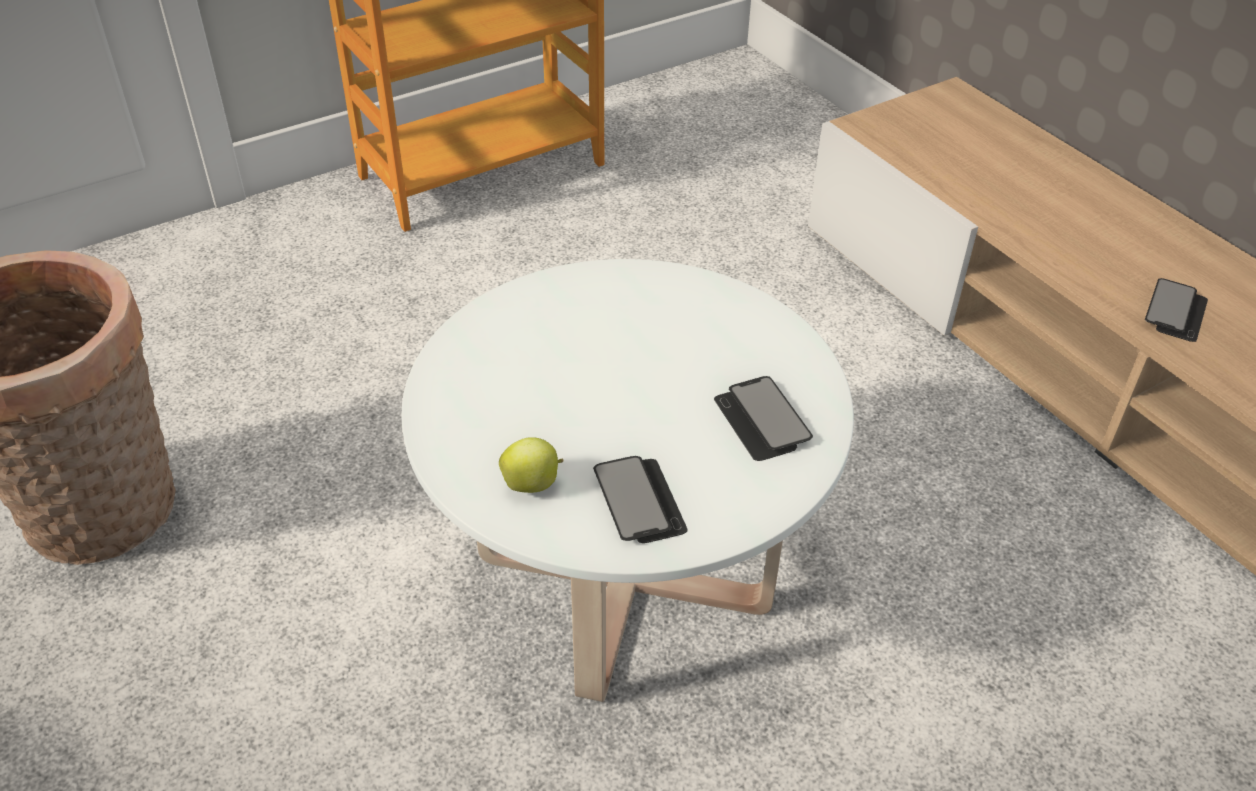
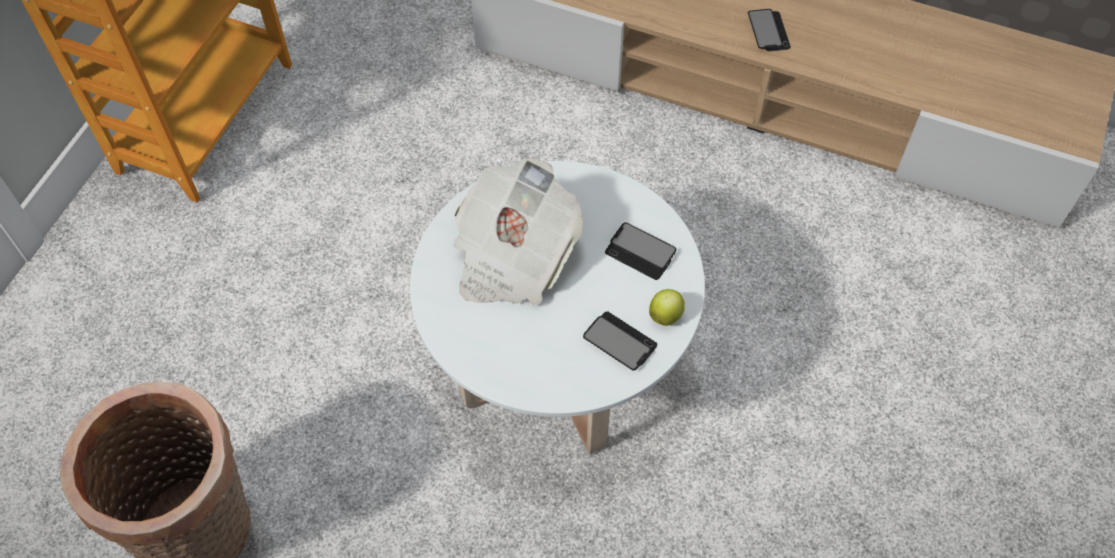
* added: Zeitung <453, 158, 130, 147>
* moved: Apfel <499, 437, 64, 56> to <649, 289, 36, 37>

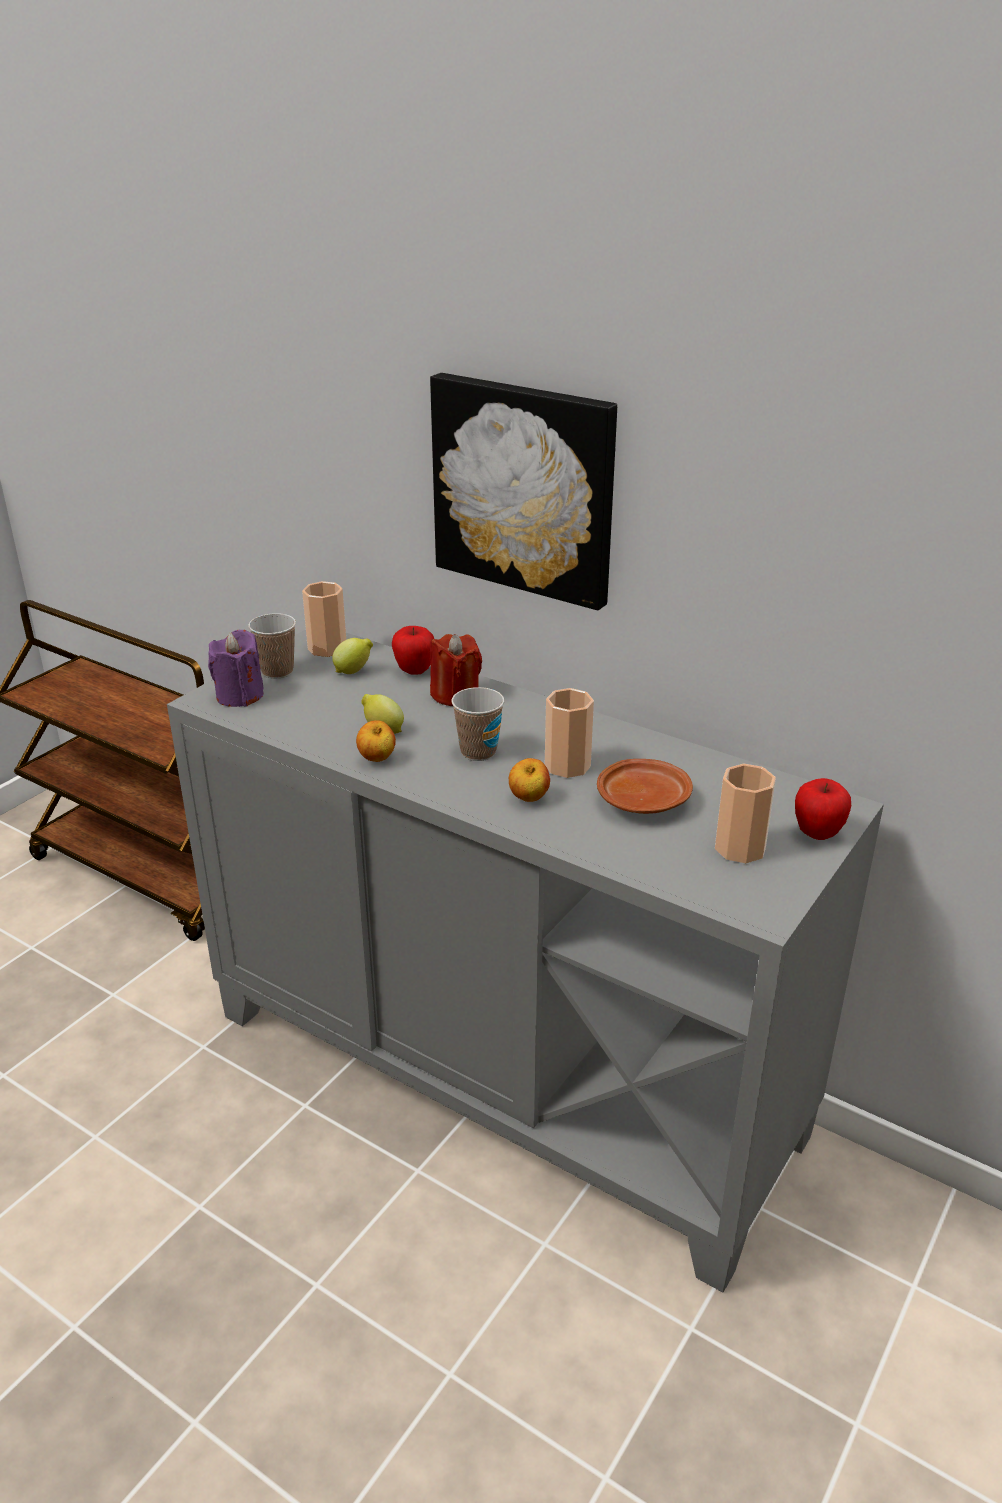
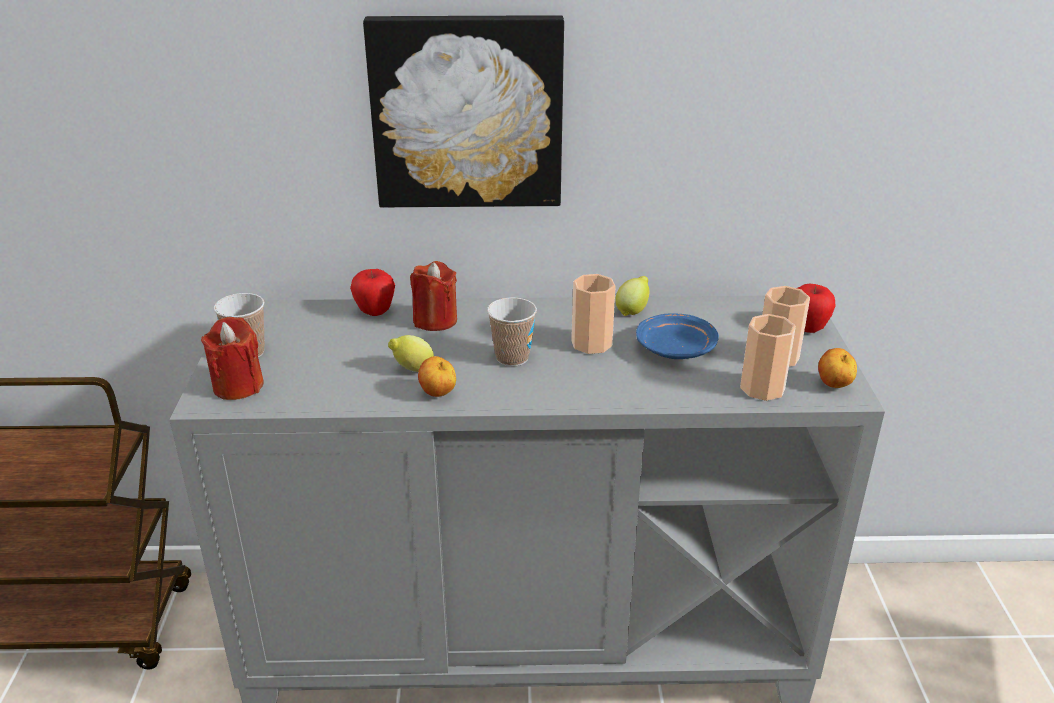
* recoloured: Kerze/lila <208, 630, 56, 77> to Kerze/rot <201, 317, 63, 83>
* moved: Zitrone <332, 638, 41, 36> to <615, 276, 35, 40>
* recoloured: Teller/braun <597, 759, 96, 55> to Teller/blau <636, 313, 83, 46>
* moved: Tasse <302, 581, 44, 76> to <740, 314, 56, 87>
* moved: Apfel <509, 758, 41, 44> to <818, 348, 39, 40>

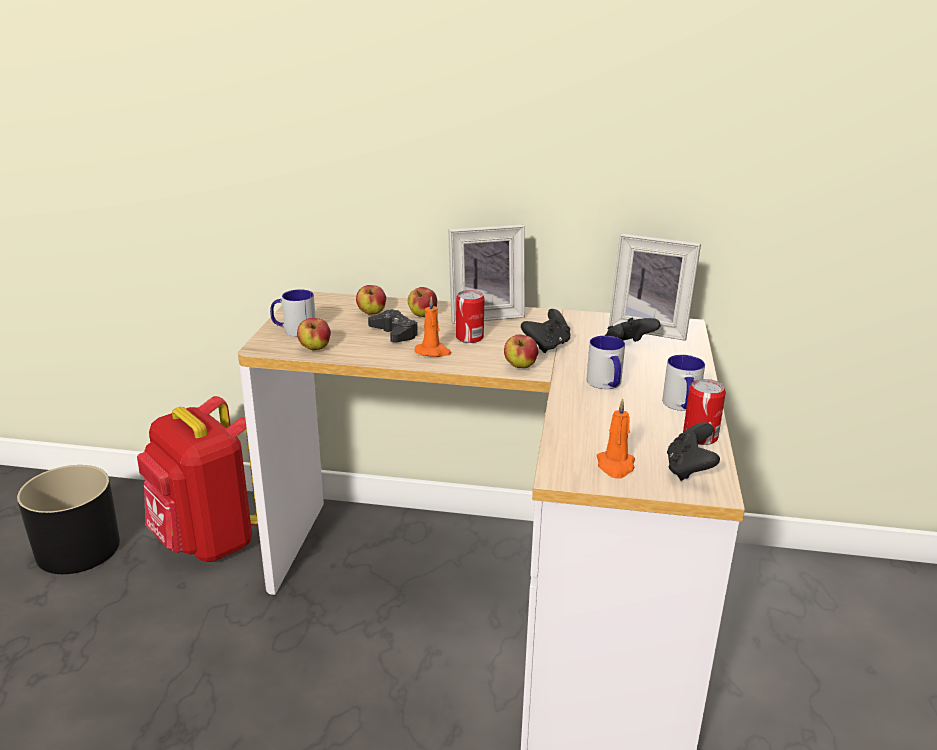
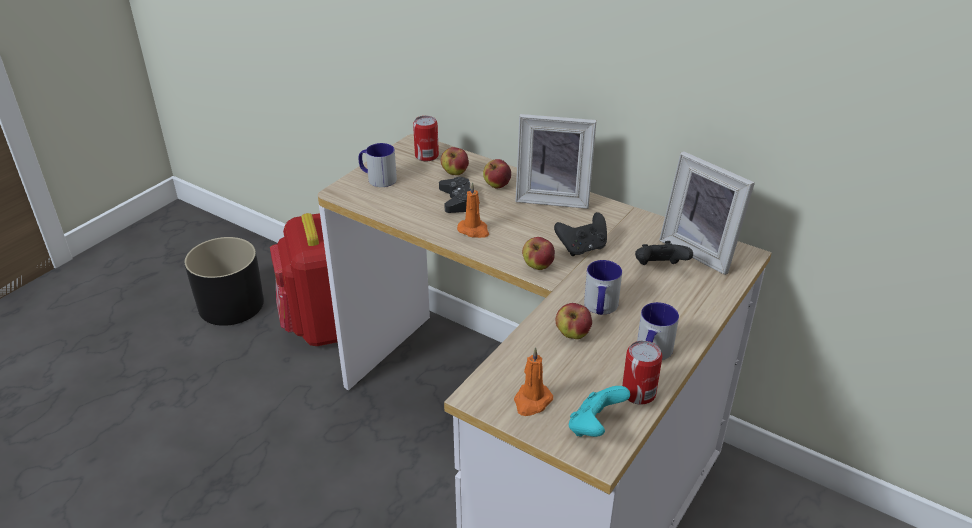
* moved: Dose <456, 290, 29, 53> to <413, 116, 26, 46>
* moved: Apfel <297, 318, 34, 32> to <556, 303, 36, 36>
* recoloured: Gamepad/schwarz <667, 422, 53, 59> to Gamepad/türkis <569, 386, 61, 51>

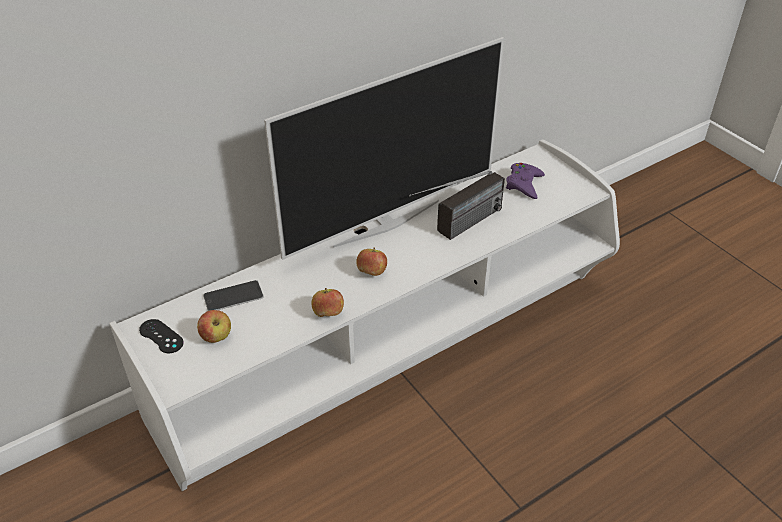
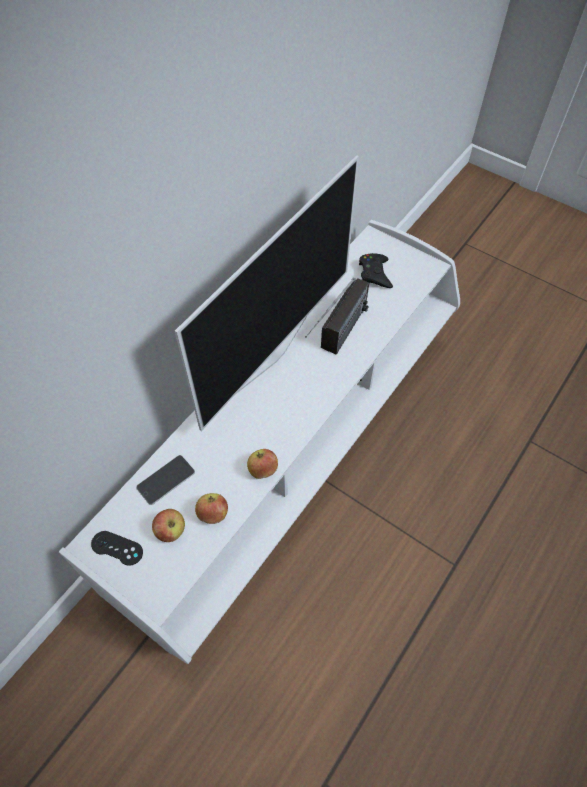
* moved: Apfel <356, 248, 31, 28> to <195, 493, 33, 31>
* recoloured: Gamepad/lila <506, 163, 39, 36> to Gamepad/schwarz <359, 253, 34, 35>

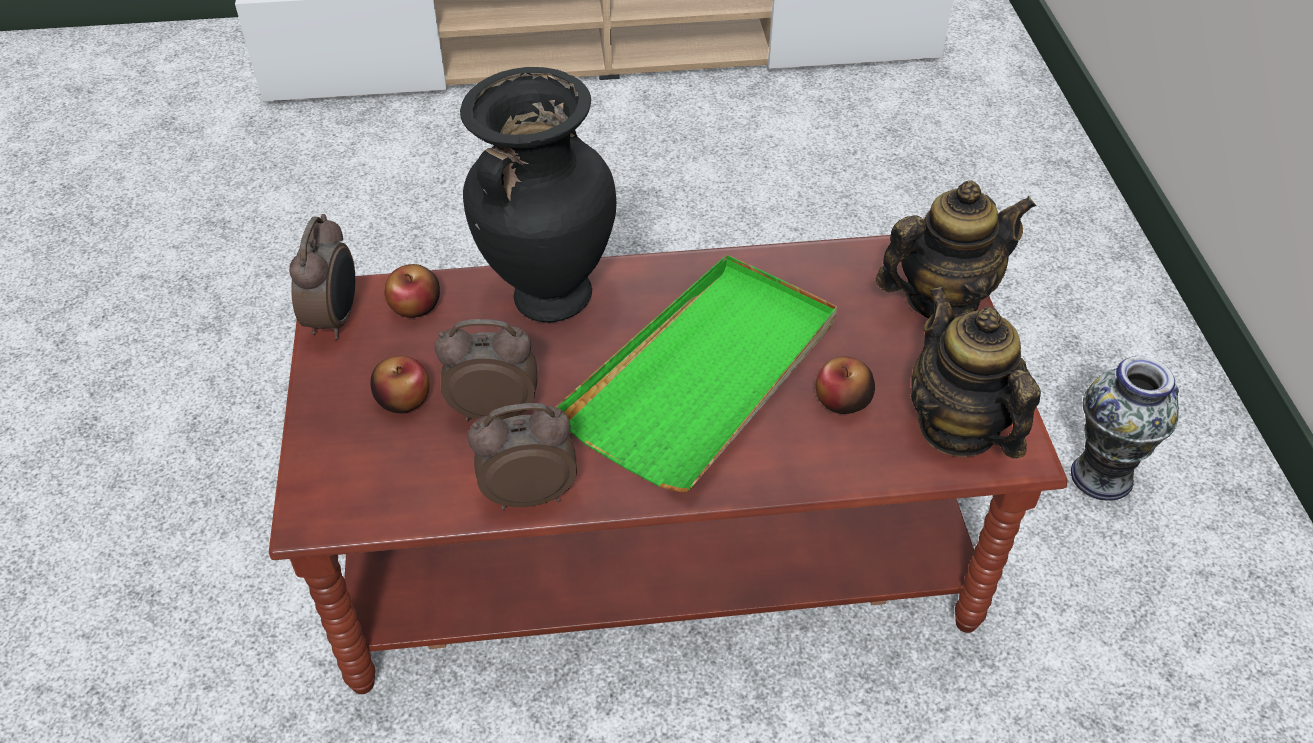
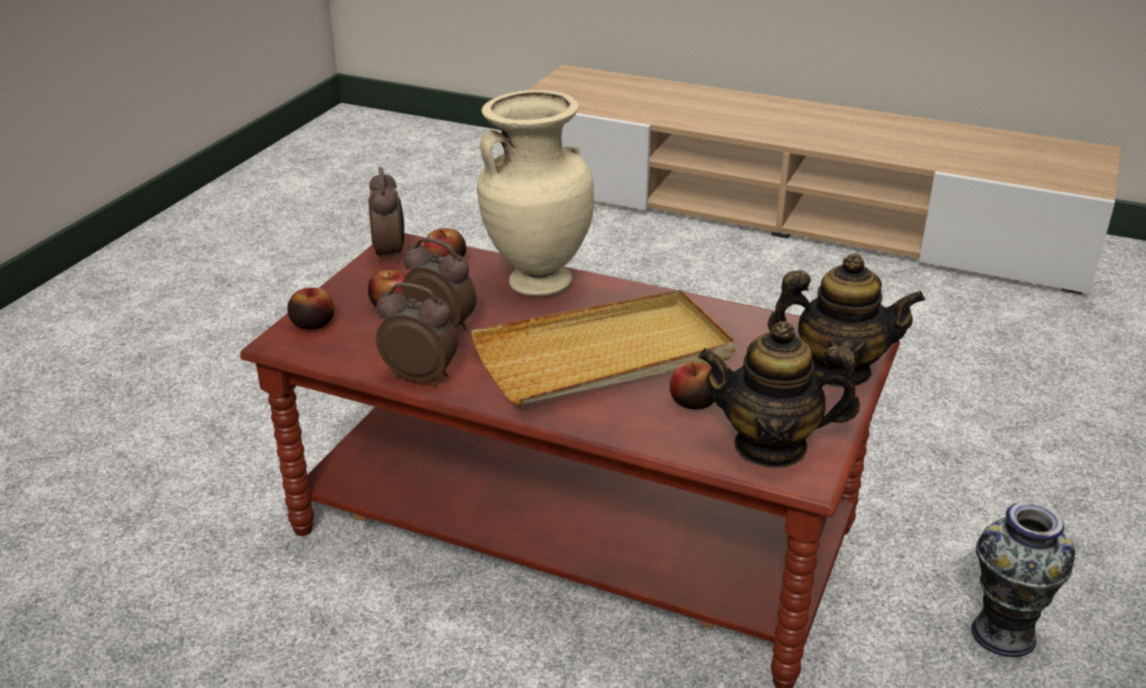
* added: Apfel <287, 288, 47, 41>
* turned: Wecker <289, 214, 66, 126> = <368, 167, 36, 96> 45 degrees counterclockwise
* recoloured: Tablett/grün <556, 255, 281, 237> to Tablett/beige <471, 290, 265, 115>
* recoloured: Vase/schwarz <460, 67, 156, 256> to Vase/beige <477, 90, 117, 206>
* turned: Teekanne <911, 286, 130, 173> = <698, 321, 162, 147> 90 degrees counterclockwise

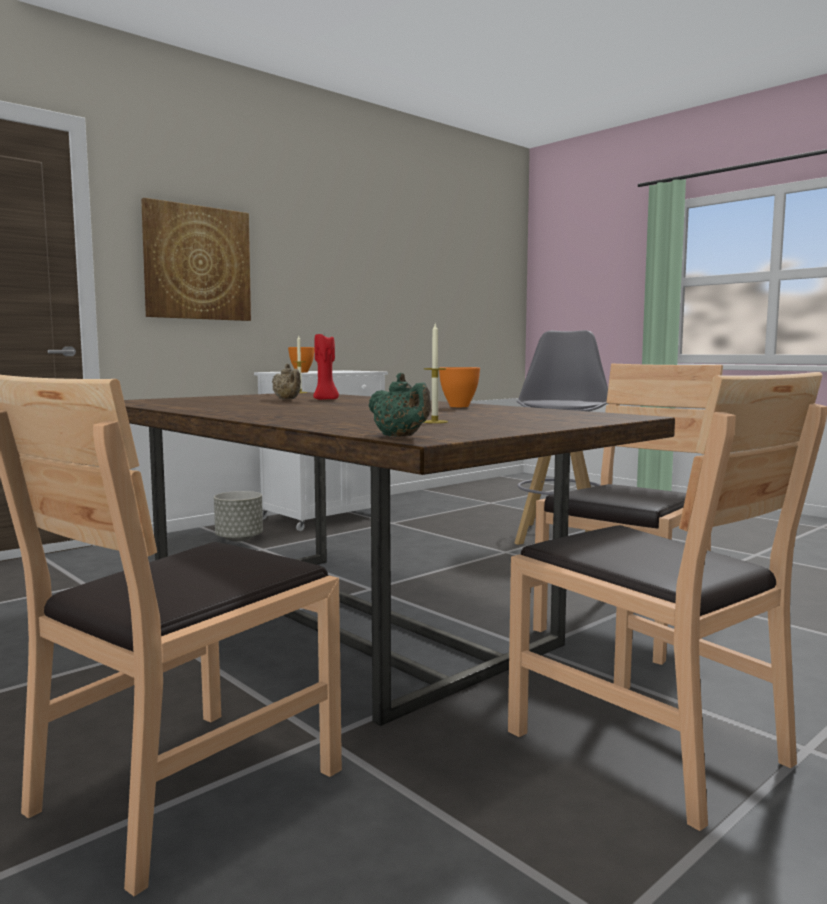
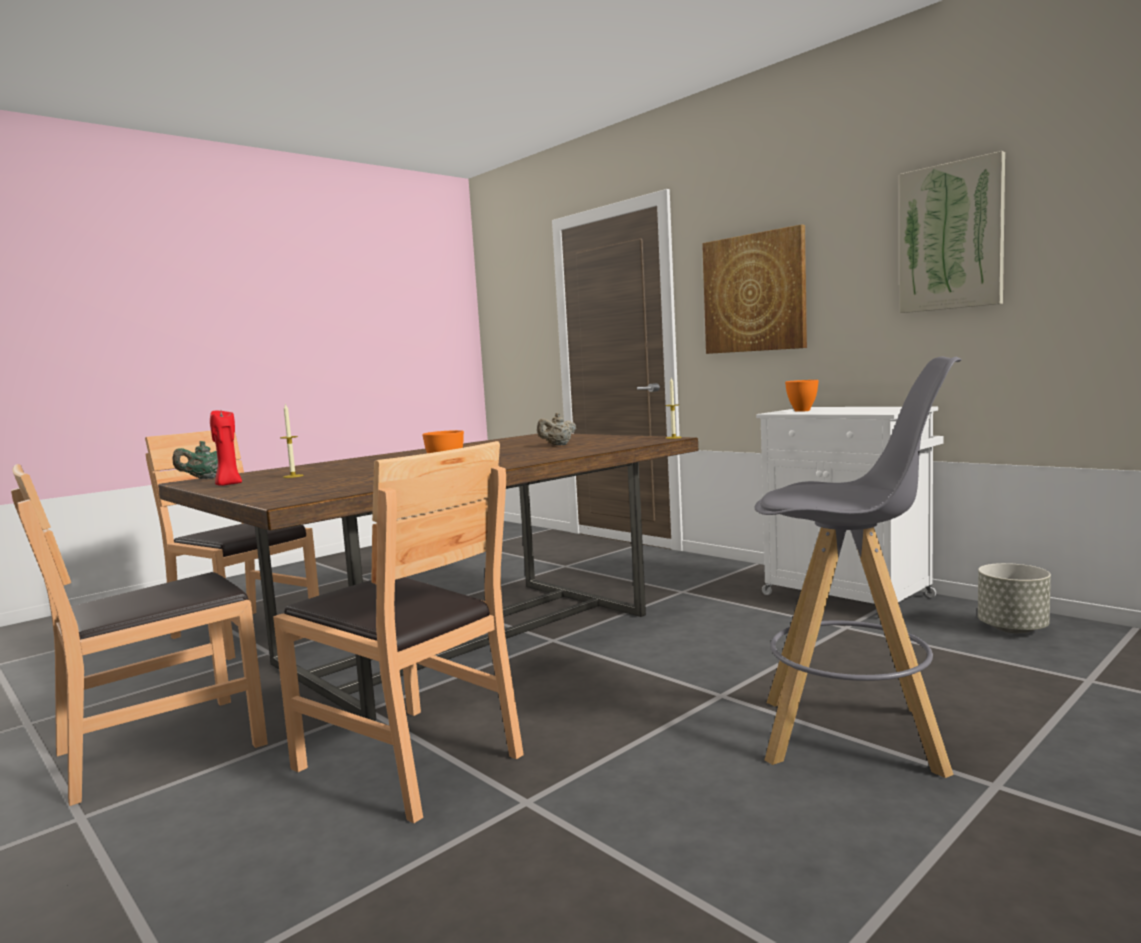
* moved: Kerze/rot <313, 332, 26, 68> to <210, 411, 32, 75>
* added: Bild <900, 151, 105, 162>
* moved: Pflanzkübel/grau <214, 491, 49, 51> to <978, 563, 73, 70>

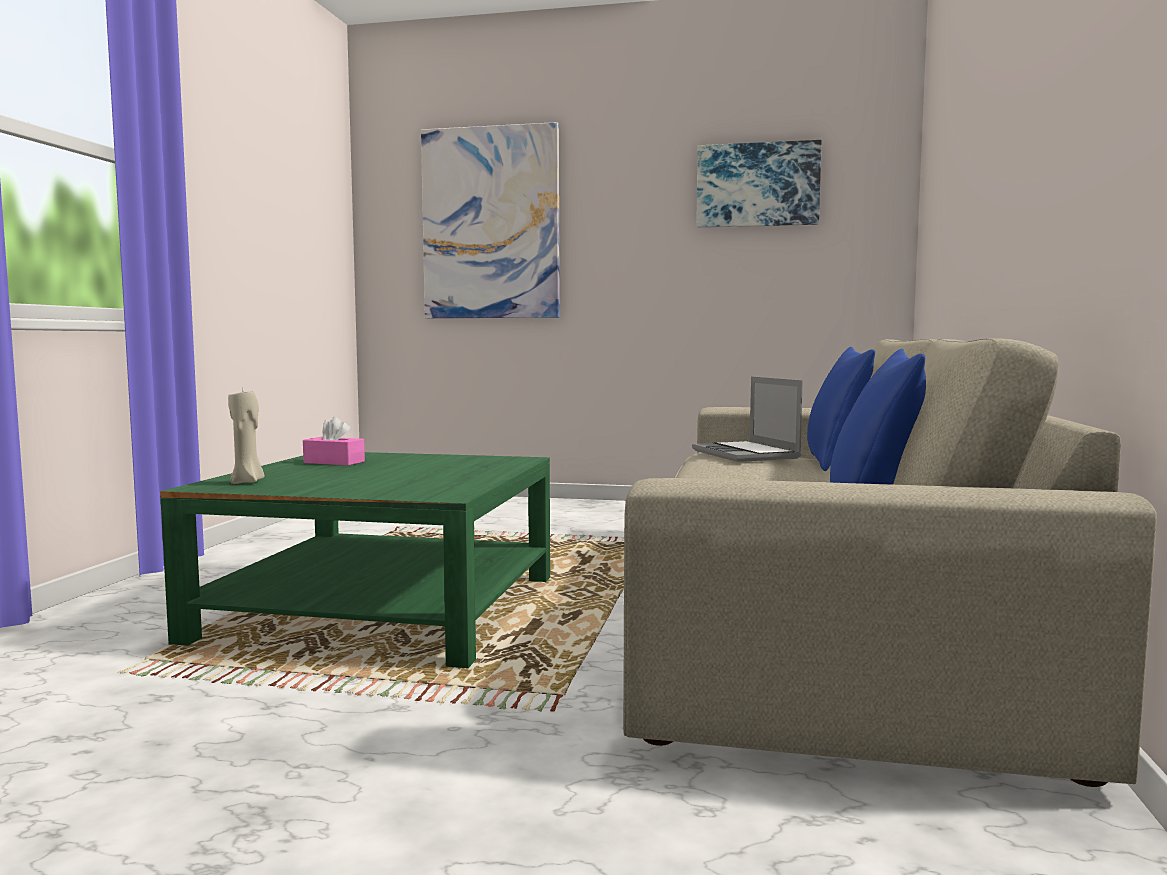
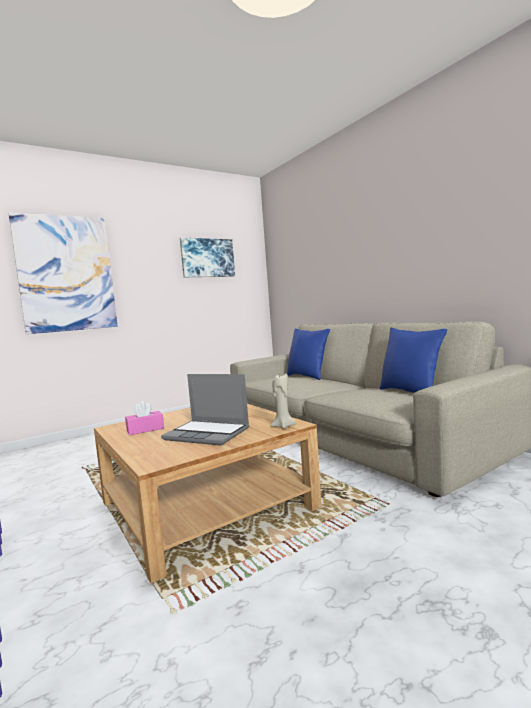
* recoloured: Couchtisch/grün <160, 452, 390, 216> to Couchtisch/beige <94, 404, 228, 181>
* moved: Laptop <692, 376, 111, 86> to <161, 374, 88, 72>
* moved: Kerze/beige <228, 391, 37, 93> to <270, 373, 26, 56>

